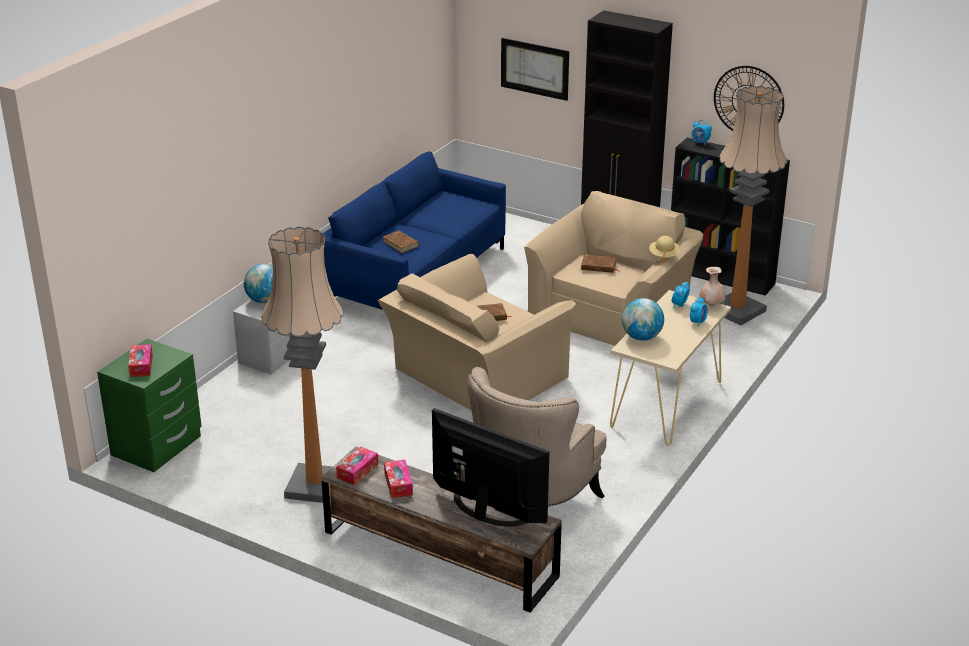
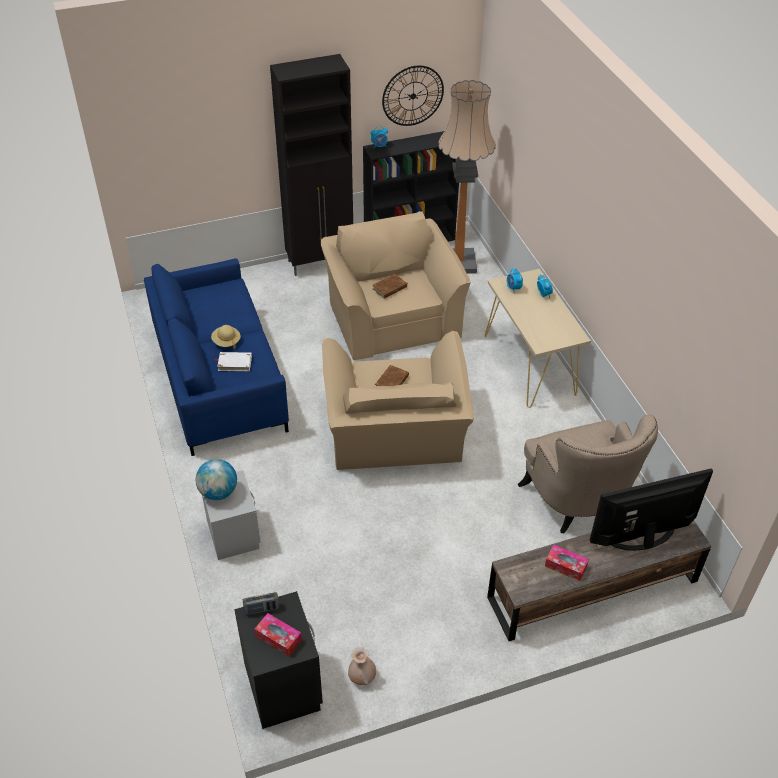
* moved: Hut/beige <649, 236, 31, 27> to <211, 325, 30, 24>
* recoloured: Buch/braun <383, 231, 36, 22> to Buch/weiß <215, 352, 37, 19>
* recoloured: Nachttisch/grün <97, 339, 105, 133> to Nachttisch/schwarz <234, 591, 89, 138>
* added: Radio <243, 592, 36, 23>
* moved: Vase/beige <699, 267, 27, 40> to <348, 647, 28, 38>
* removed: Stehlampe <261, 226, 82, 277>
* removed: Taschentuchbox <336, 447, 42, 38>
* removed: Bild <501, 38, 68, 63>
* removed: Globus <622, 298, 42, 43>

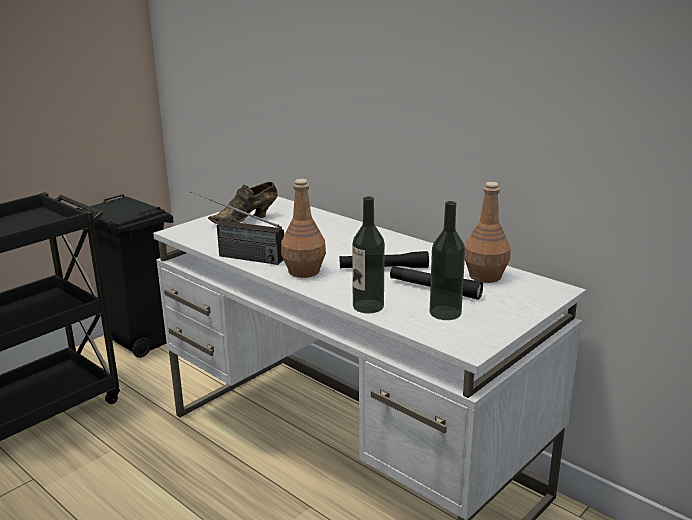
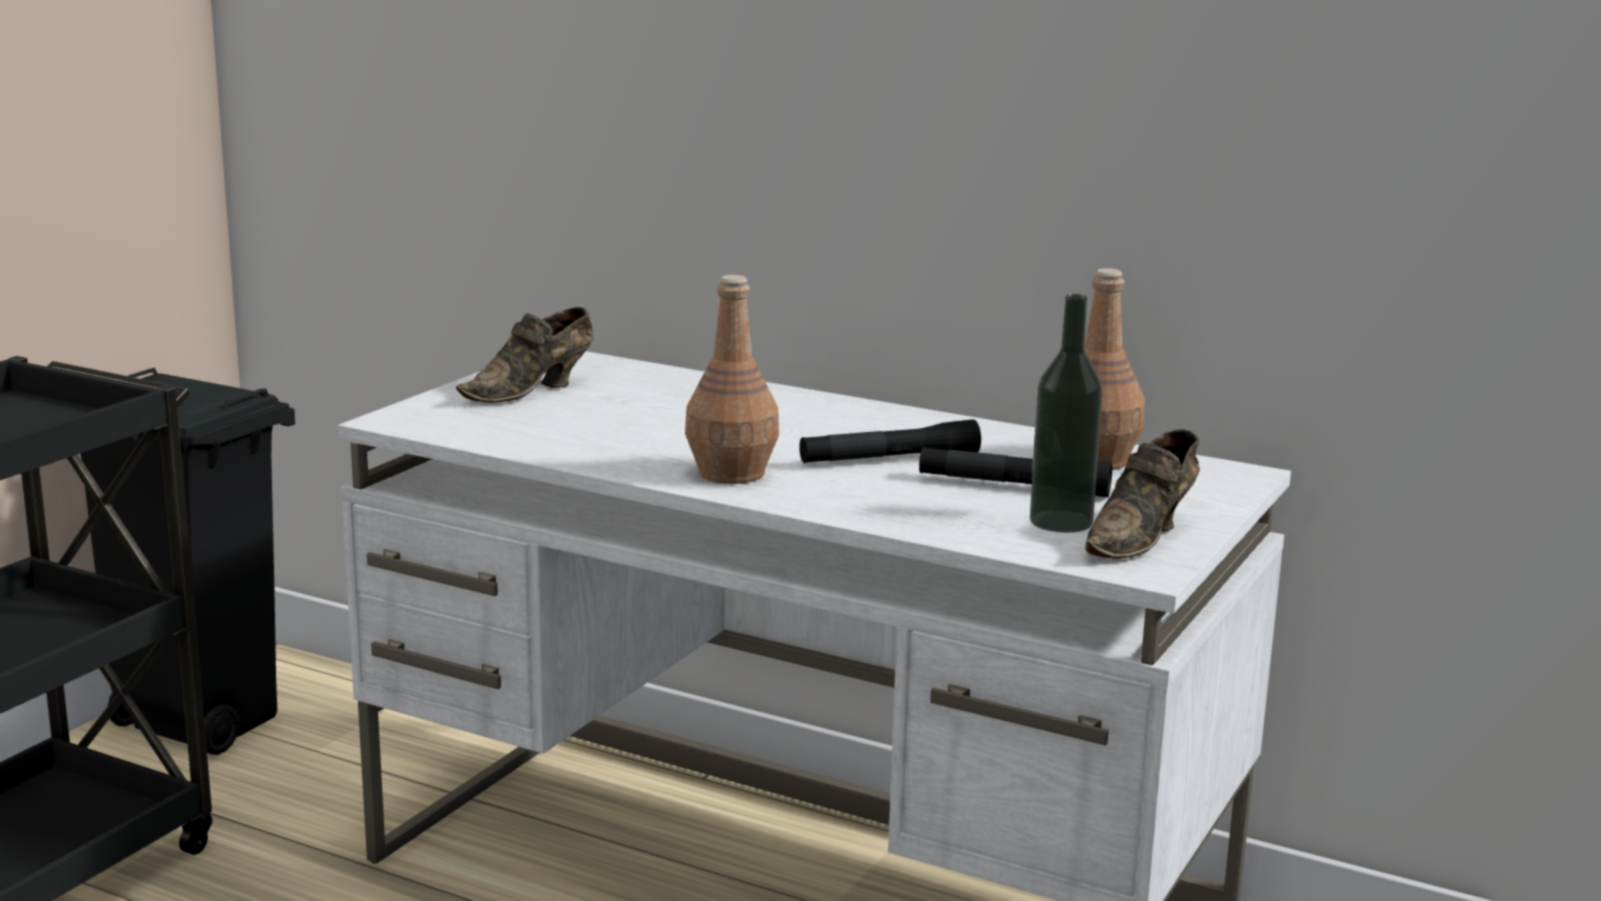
* added: Schuh/braun <1085, 429, 115, 130>
* removed: Radio <190, 191, 94, 74>
* removed: Flasche <352, 196, 33, 117>

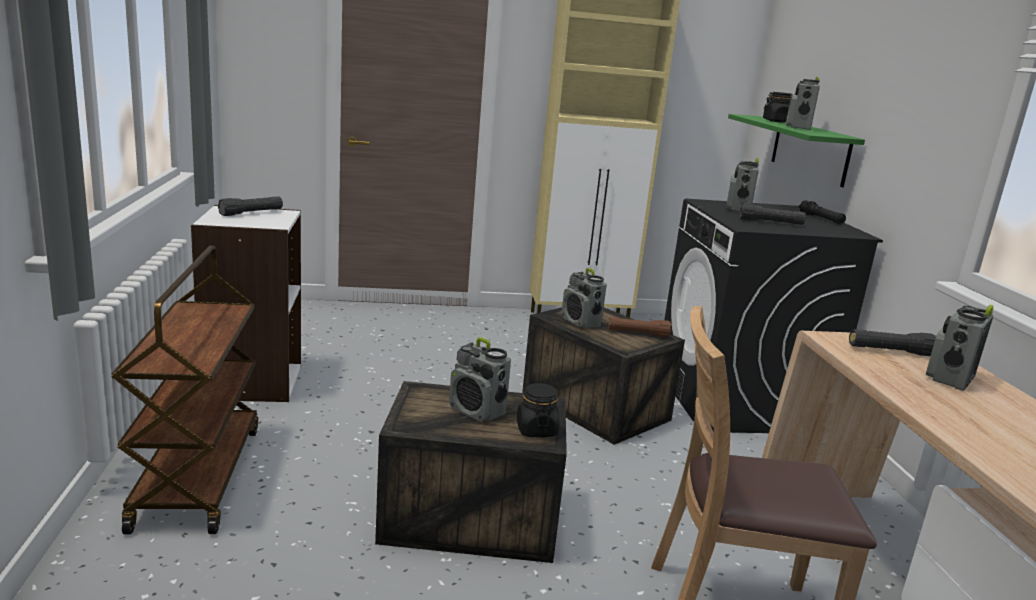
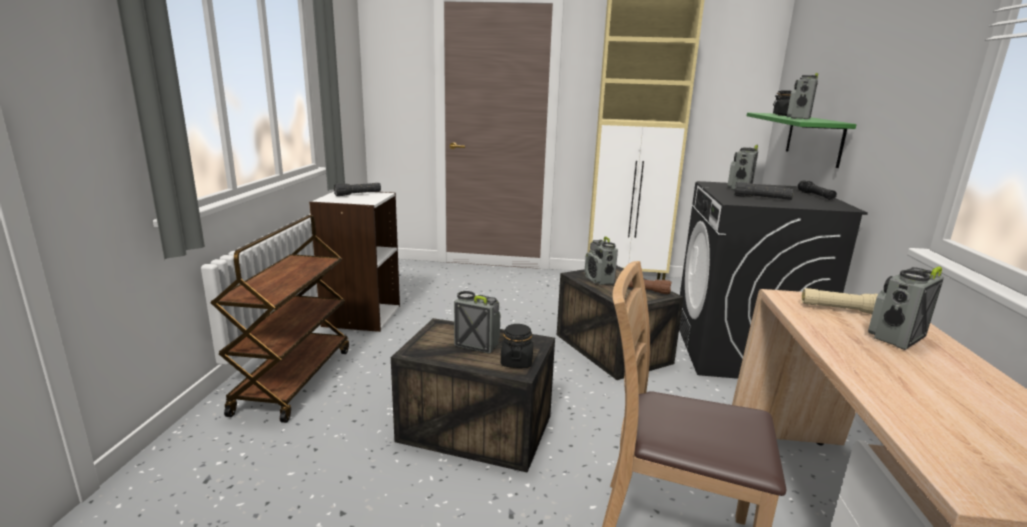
* turned: Radio <449, 337, 62, 85> = <454, 291, 46, 63> 150 degrees clockwise
* recoloured: Taschenlampe/schwarz <849, 329, 87, 27> to Taschenlampe/beige <801, 288, 77, 26>

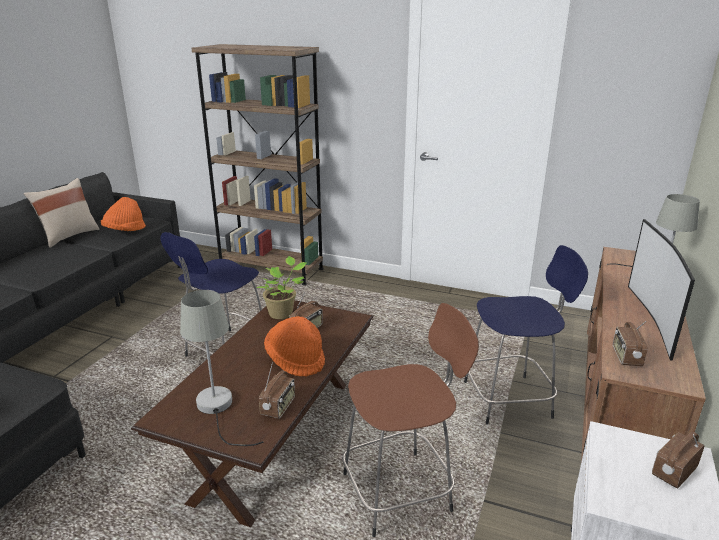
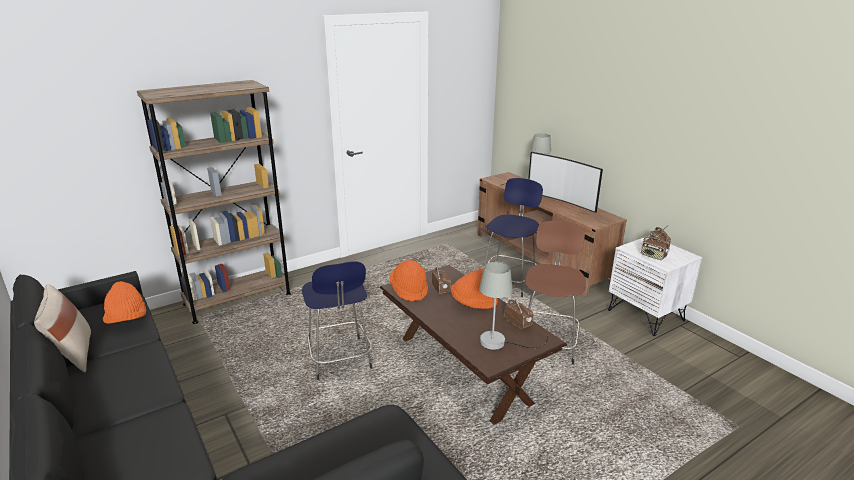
* replaced: Topfpflanze <257, 256, 50, 63> to Hut/orange <389, 260, 39, 41>
* moved: Radio <613, 321, 35, 45> to <641, 232, 28, 28>

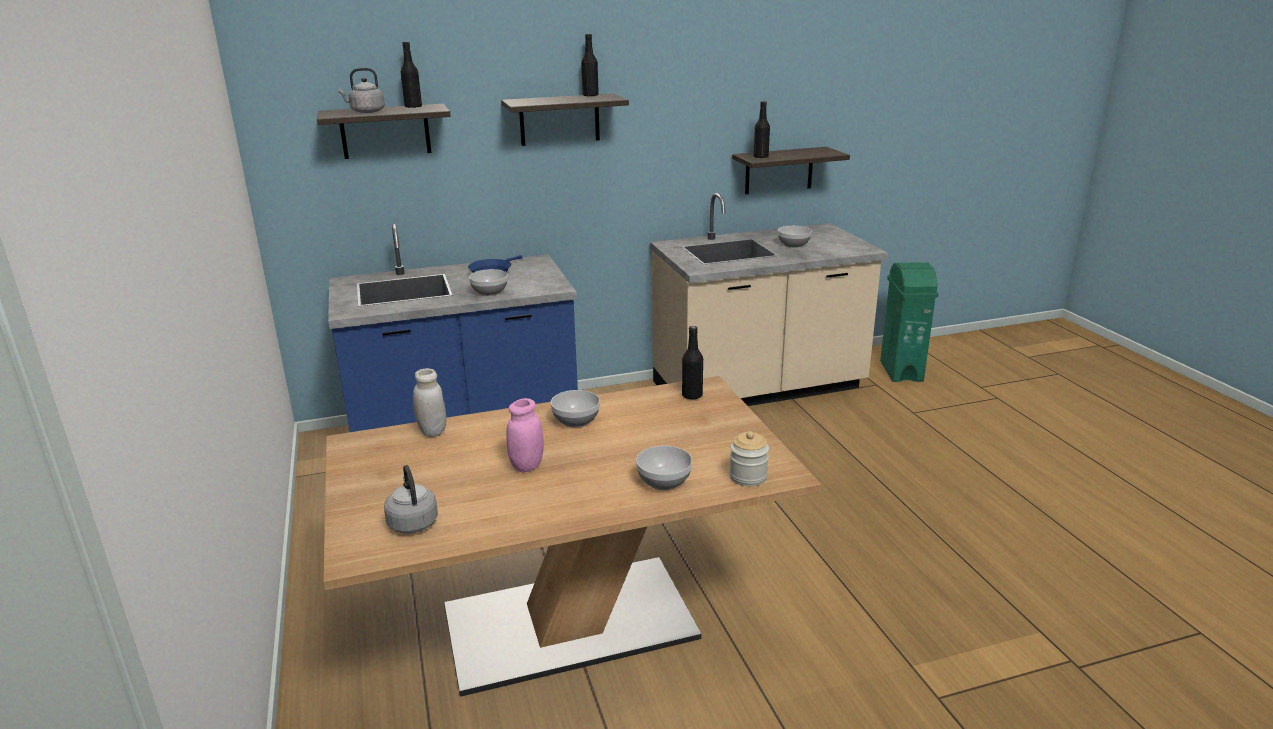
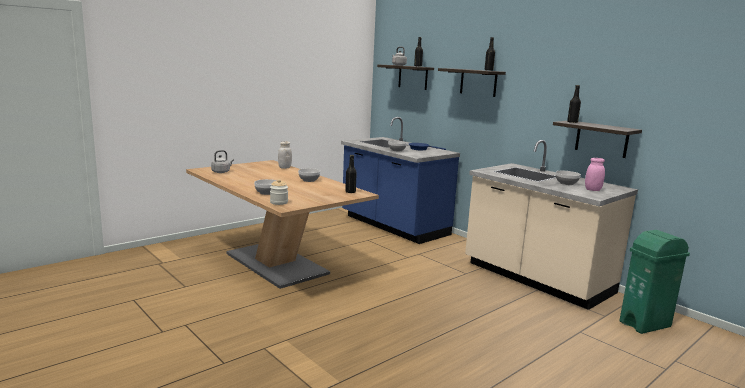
* moved: Vorratsglas/rosa <506, 398, 38, 75> to <585, 158, 20, 33>

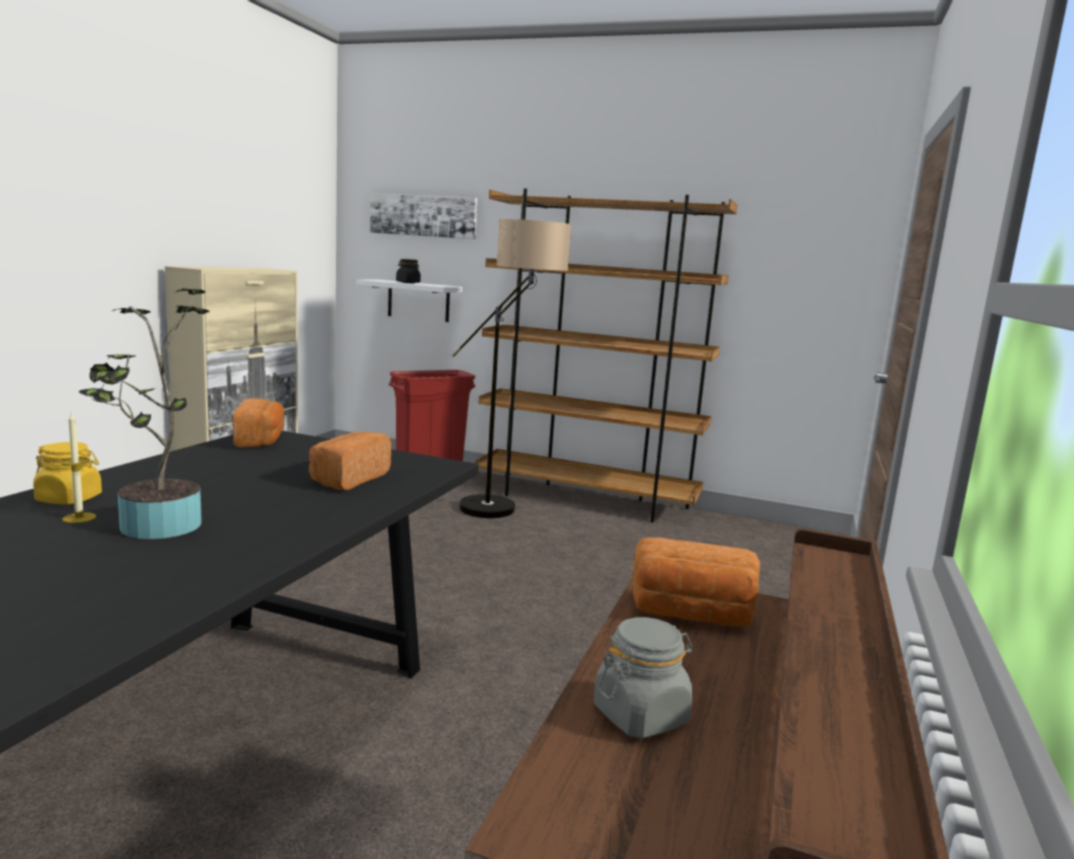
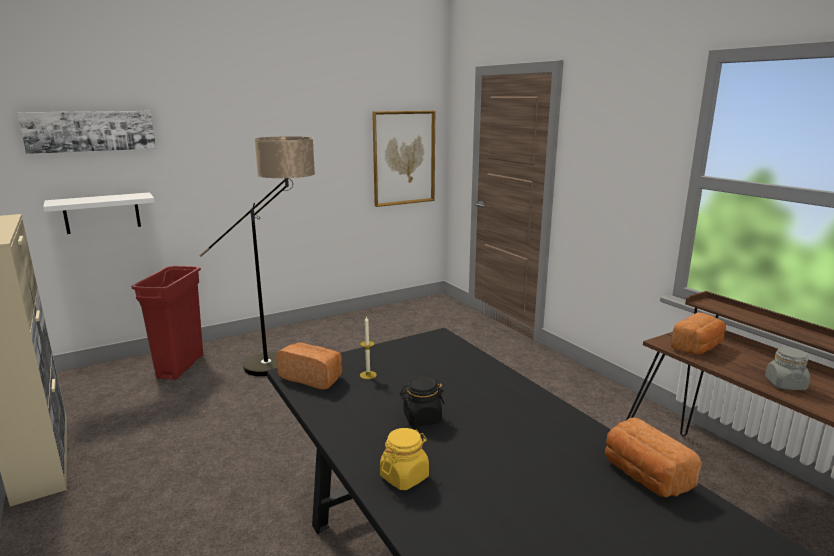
* moved: Kerze <60, 411, 36, 112> to <360, 316, 17, 63>
* added: Bild <372, 111, 63, 96>
* moved: Vorratsglas/schwarz <396, 259, 25, 24> to <400, 377, 44, 49>
* moved: Brot <309, 431, 82, 59> to <605, 417, 97, 80>
* removed: Topfpflanze <79, 288, 130, 251>
* removed: Bücherregal/braun <475, 188, 262, 335>

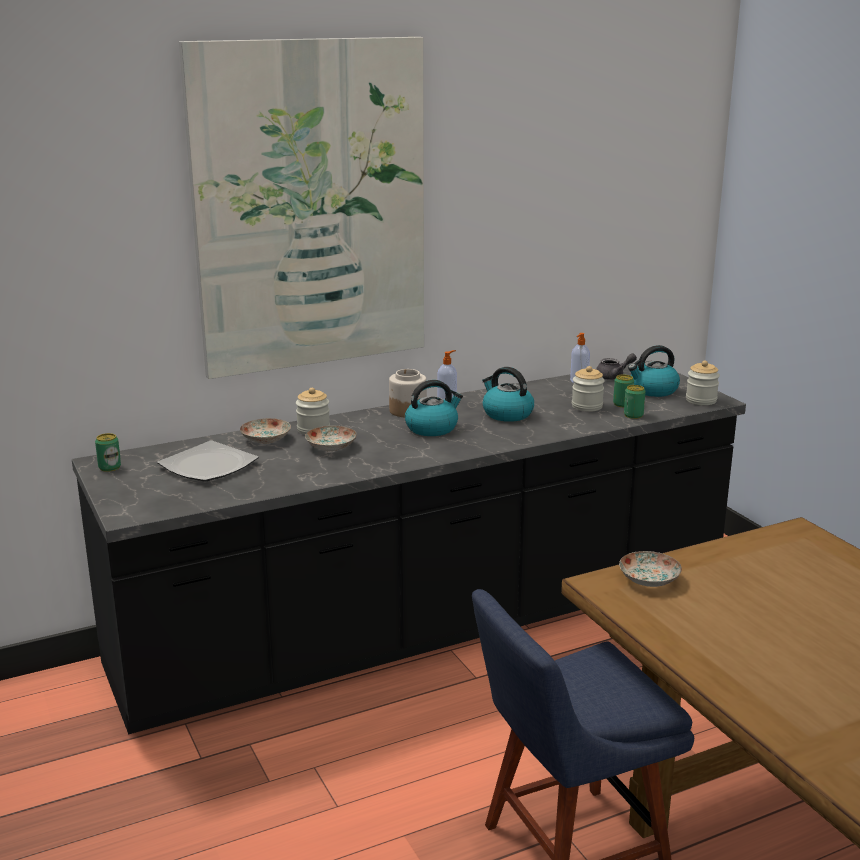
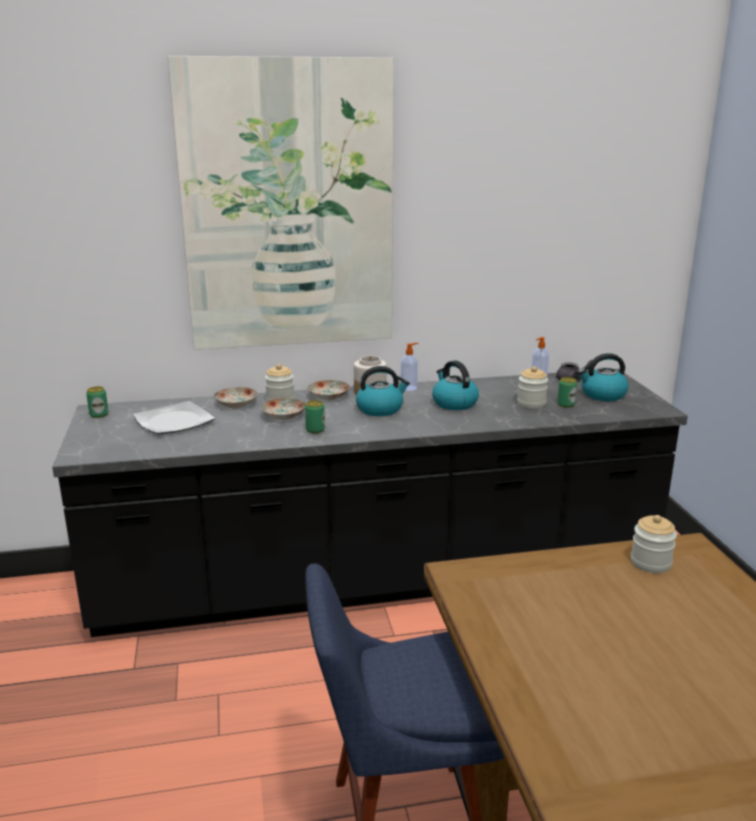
* moved: Dose <624, 385, 22, 34> to <305, 400, 20, 33>
* moved: Teller <619, 551, 63, 36> to <307, 380, 43, 20>
* moved: Vorratsglas <686, 361, 34, 44> to <631, 515, 46, 58>

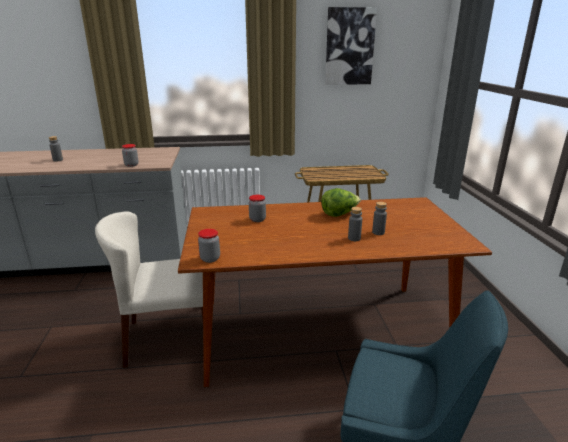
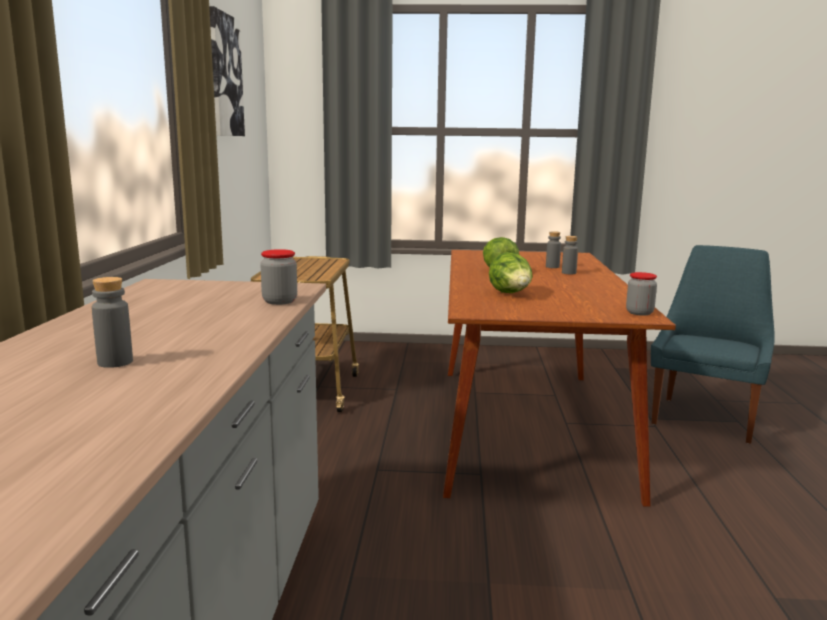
* replaced: Vorratsglas <249, 194, 17, 28> to Salatkopf <489, 252, 44, 41>
* removed: Stuhl/beige <95, 212, 108, 156>

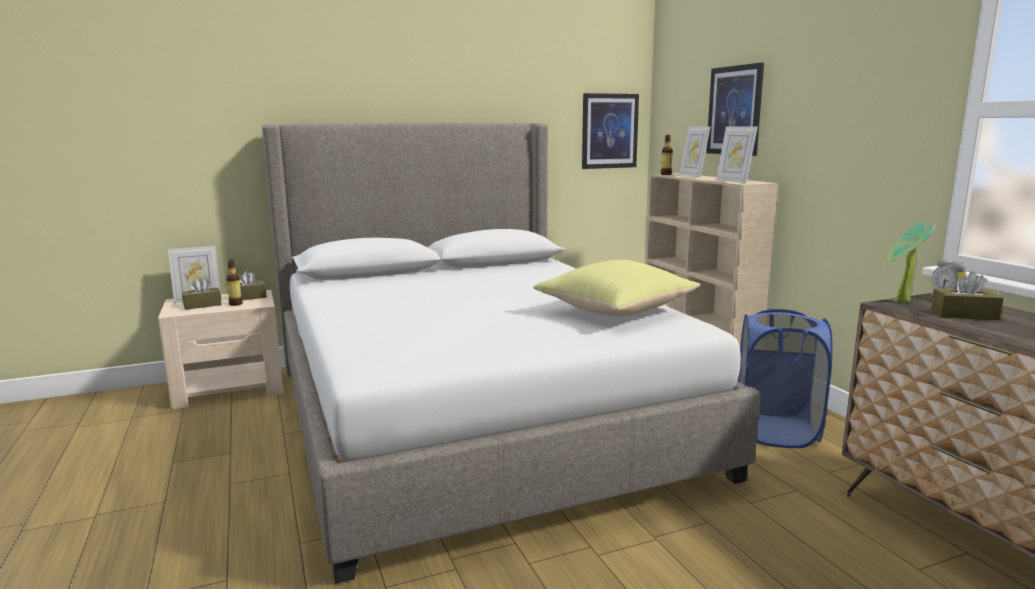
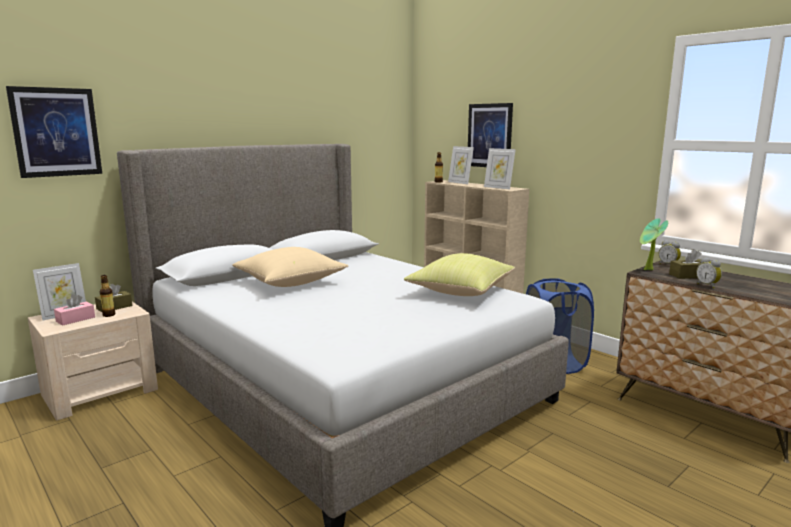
* moved: Bild <582, 93, 57, 76> to <6, 86, 96, 92>
* recoloured: Taschentuchbox/braun <182, 278, 40, 32> to Taschentuchbox/rosa <54, 294, 41, 32>
* added: Kissen/beige <232, 247, 116, 40>
* added: Wecker <696, 257, 26, 32>

